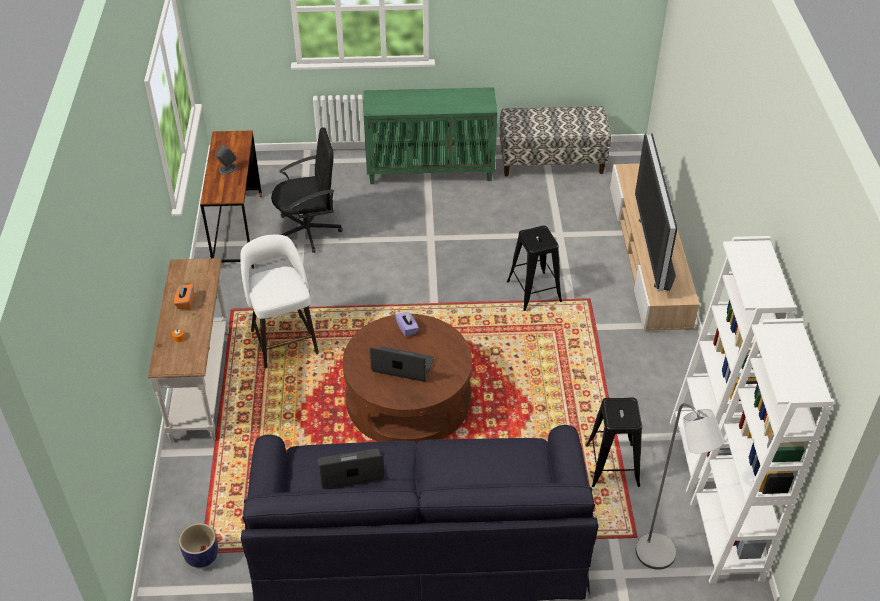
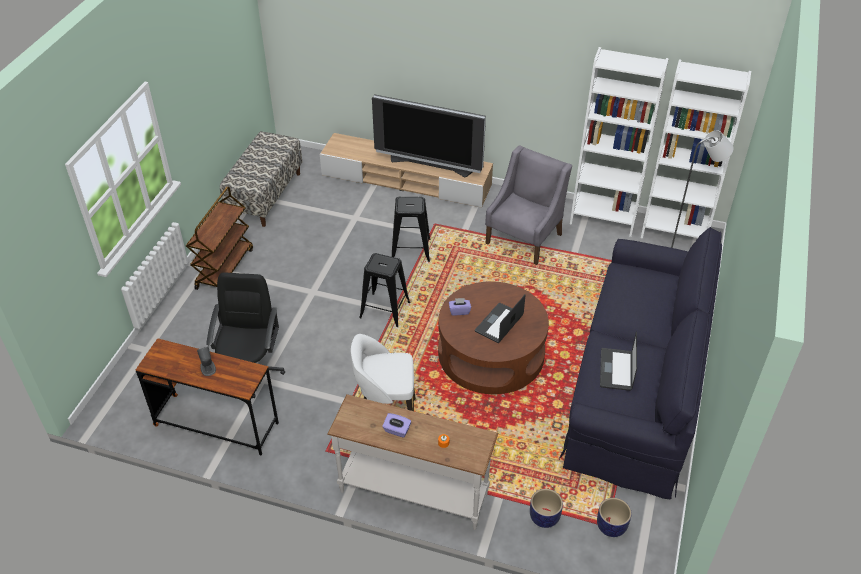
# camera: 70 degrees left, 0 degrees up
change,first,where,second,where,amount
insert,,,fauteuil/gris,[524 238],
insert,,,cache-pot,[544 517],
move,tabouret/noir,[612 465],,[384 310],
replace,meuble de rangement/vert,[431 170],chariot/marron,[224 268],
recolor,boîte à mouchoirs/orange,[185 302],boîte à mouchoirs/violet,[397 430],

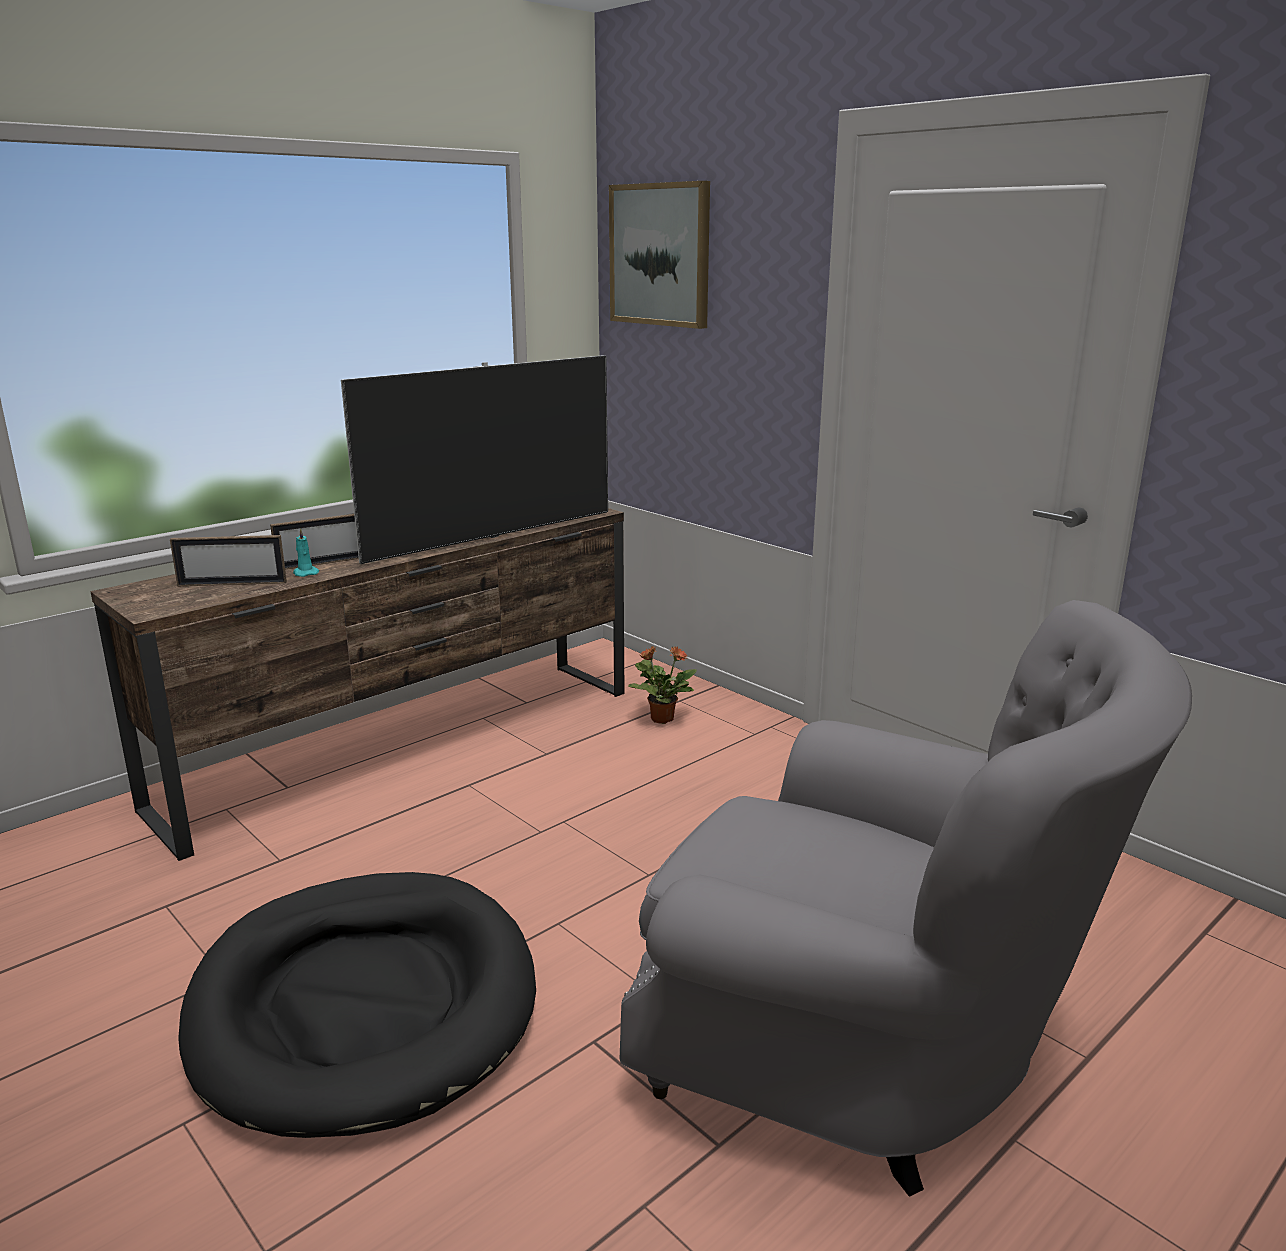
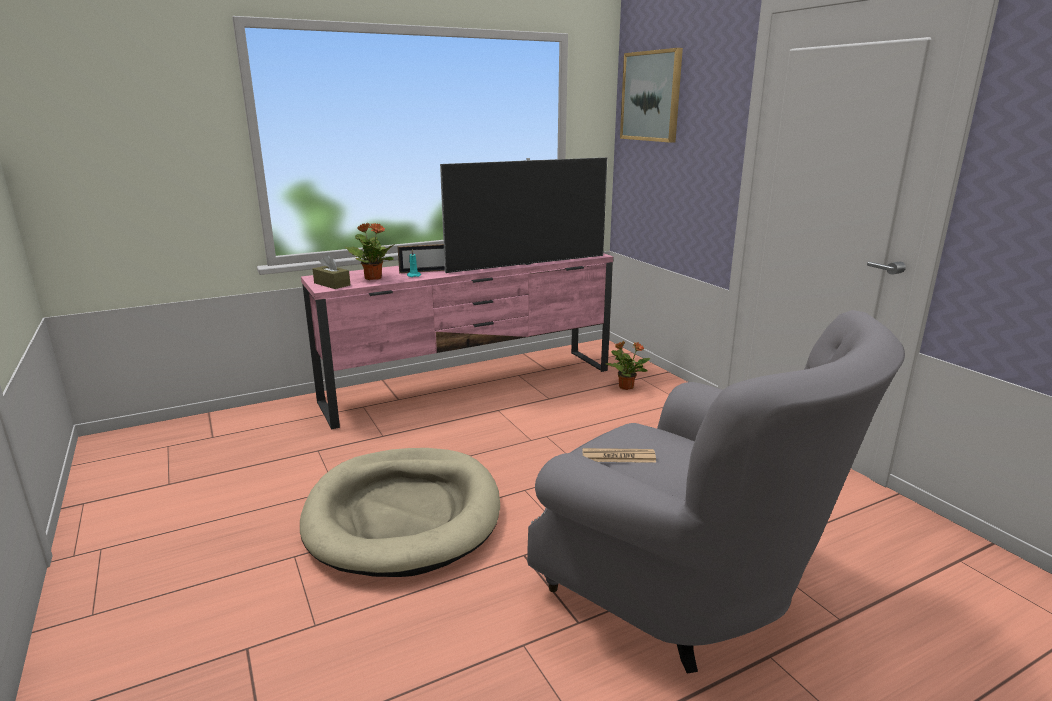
# camera: 15 degrees right, 0 degrees up
change,first,where,second,where,amount
insert,,,boîte à mouchoirs/marron,[332 284],
insert,,,journal,[618 456],
replace,cadre photo,[232 584],plante en pot,[373 278],
recolor,meuble télé/marron,[410 746],meuble télé/rose,[472 385],
recolor,panier pour chien/noir,[364 1004],panier pour chien/beige,[404 515],

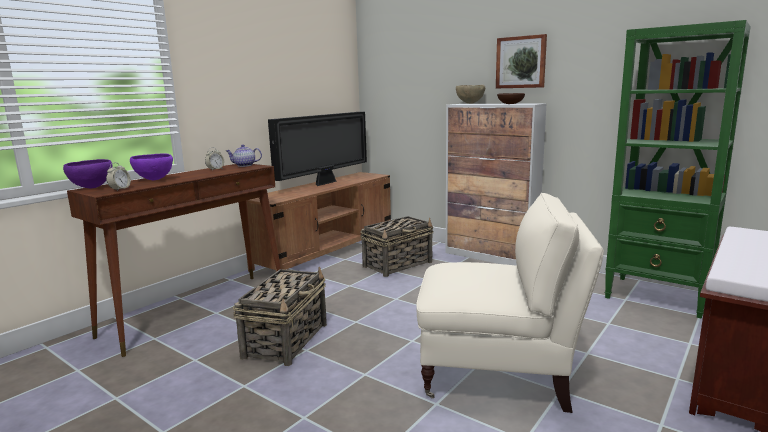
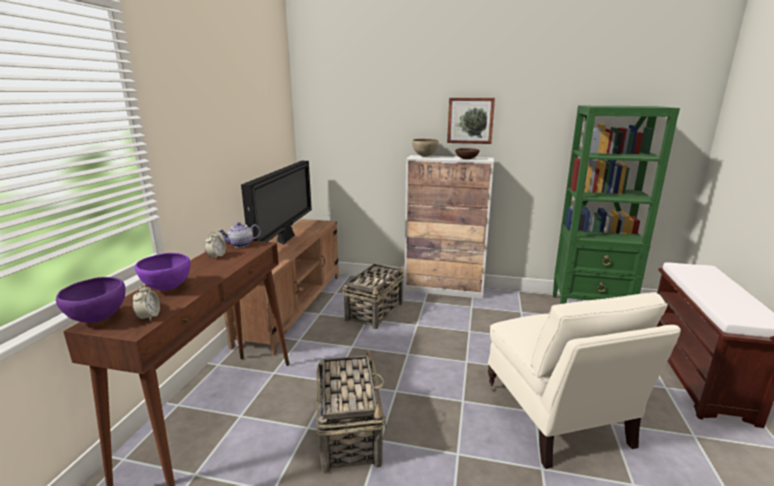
# camera: 25 degrees left, 5 degrees up
change,first,where,second,where,amount
rotate,fauteuil/beige,[499 373],,[557 418],90 degrees clockwise

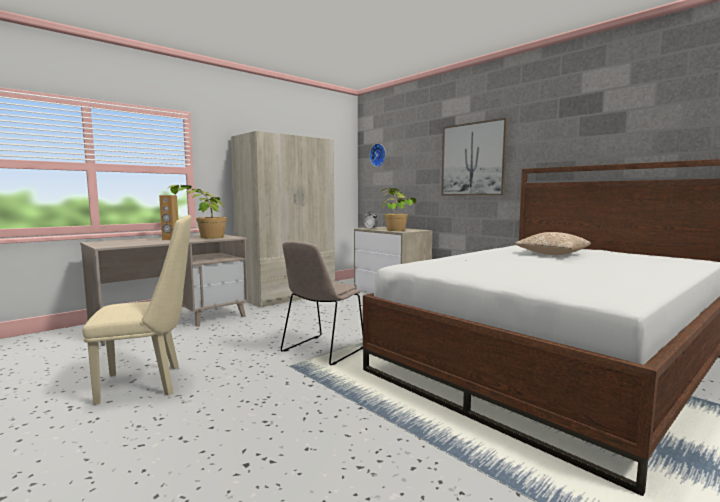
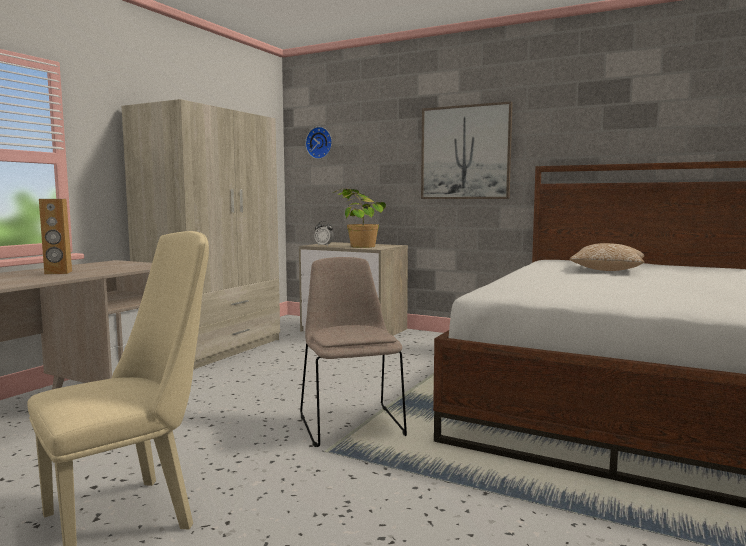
# camera: 20 degrees left, 0 degrees up
change,first,where,second,where,amount
delete,plante en pot,[202 237],,,
rotate,chaise/beige,[321 351],,[351 424],150 degrees clockwise

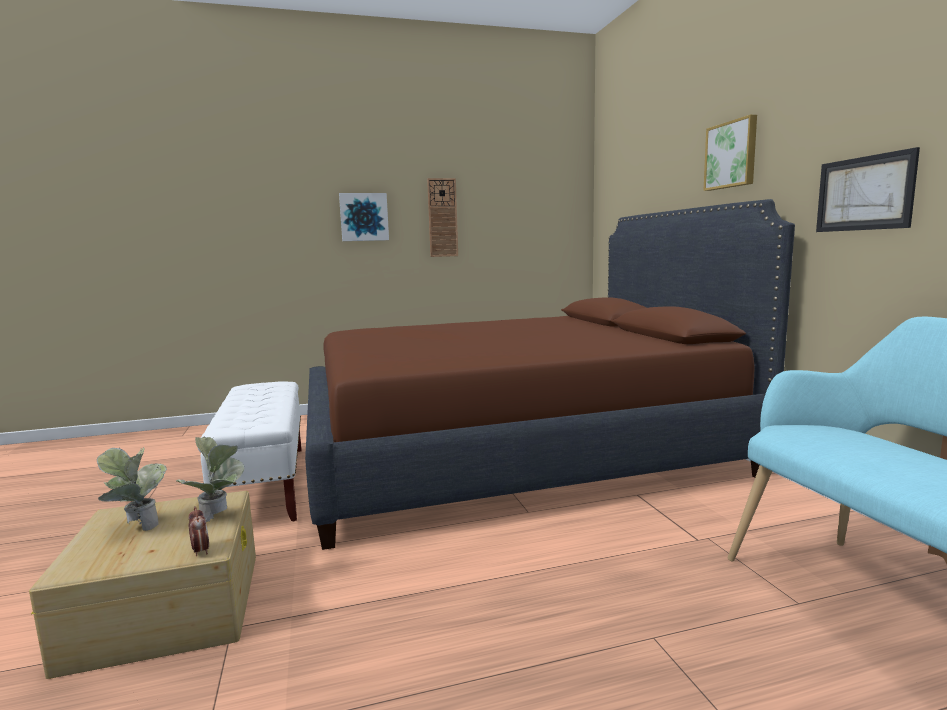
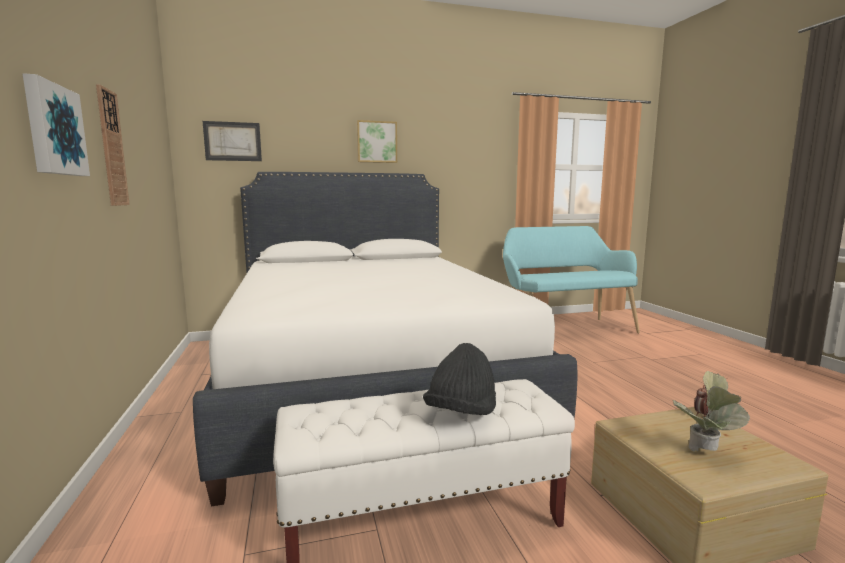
# camera: 90 degrees left, 0 degrees up
change,first,where,second,where,amount
delete,plante en pot,[219 518],,,
insert,,,chapeau/noir,[461 413],
move,tableau,[864 193],,[232 141],
recolor,lit/marron,[514 453],lit/blanc,[368 378],

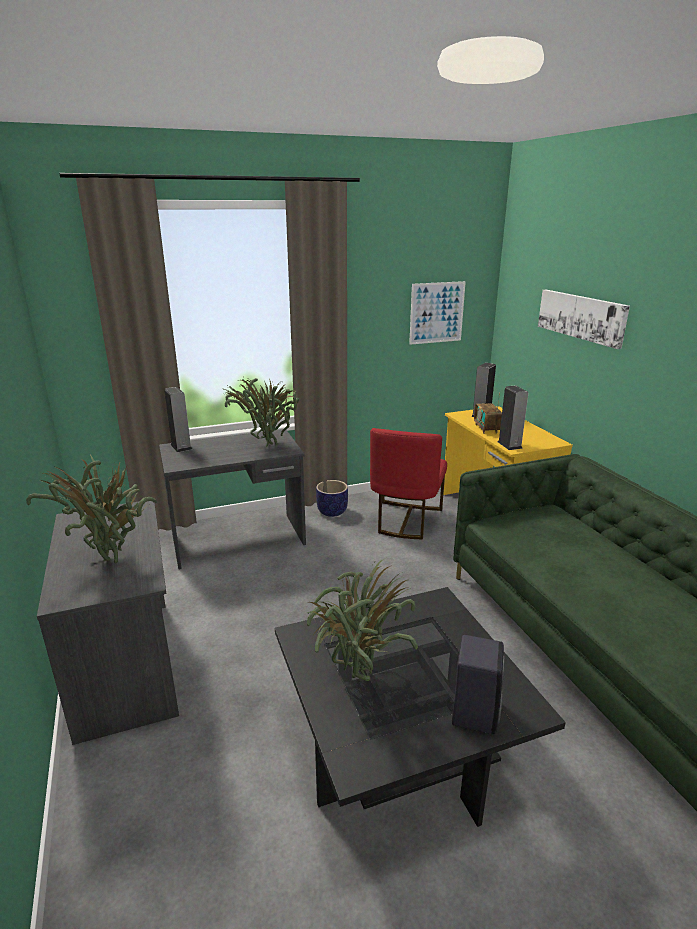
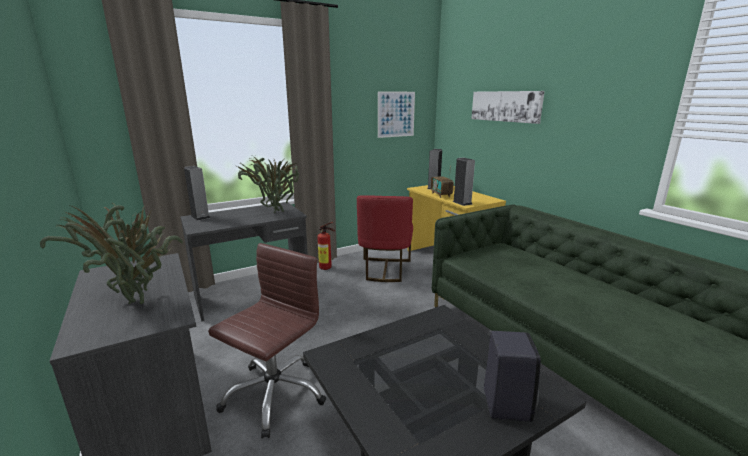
# camera: 10 degrees left, 5 degrees down
change,first,where,second,where,amount
delete,plante en pot,[357 679],,,
insert,,,chaise de bureau/marron,[274 394],
replace,cache-pot,[332 511],extincteur,[327 268],

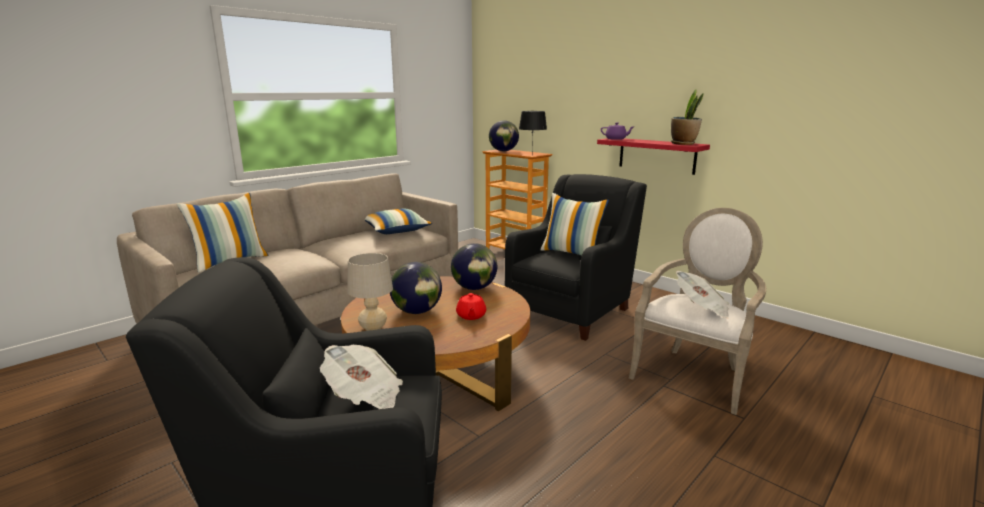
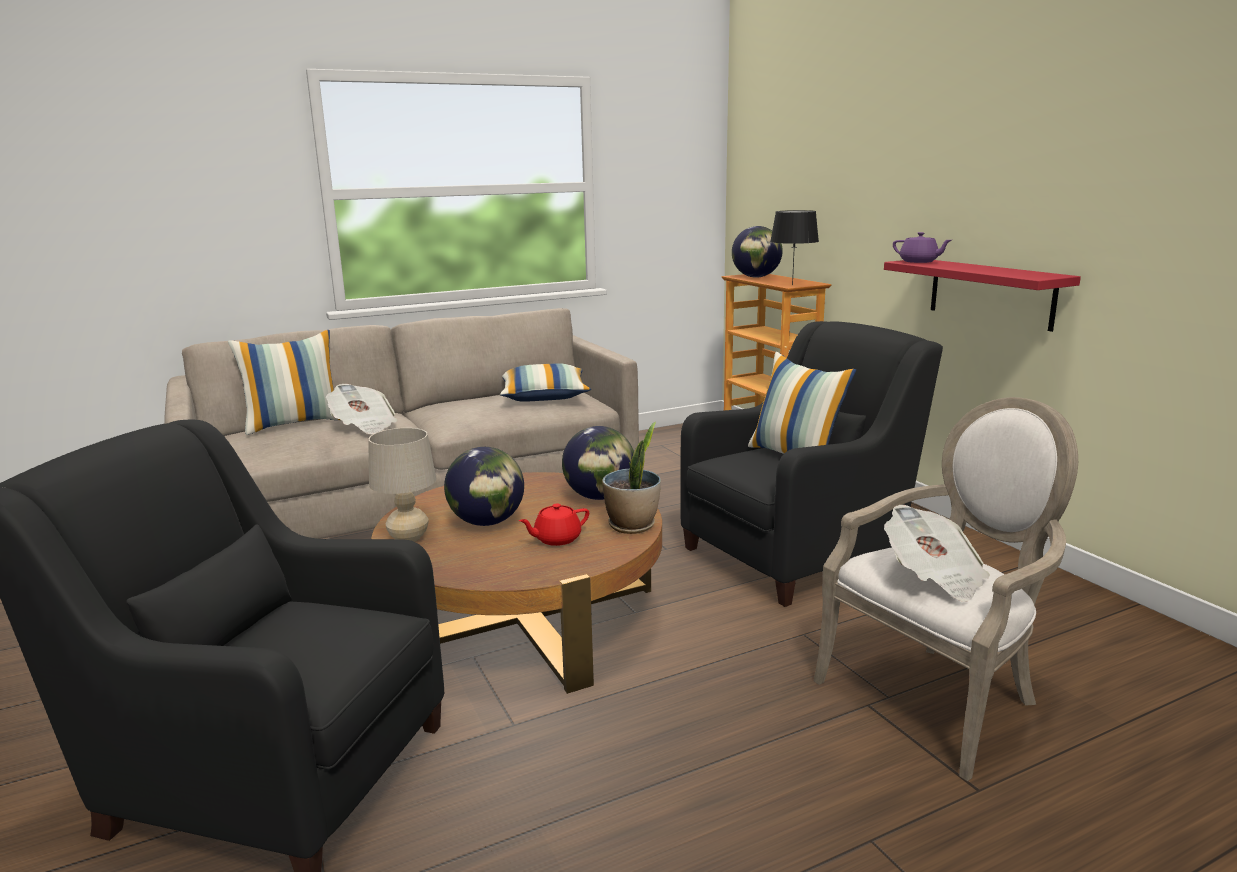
# camera: 20 degrees right, 0 degrees up
change,first,where,second,where,amount
move,journal,[365 395],,[364 426],
move,plante en pot,[683 143],,[632 526],
rotate,théière/rouge,[471 316],,[556 539],45 degrees clockwise

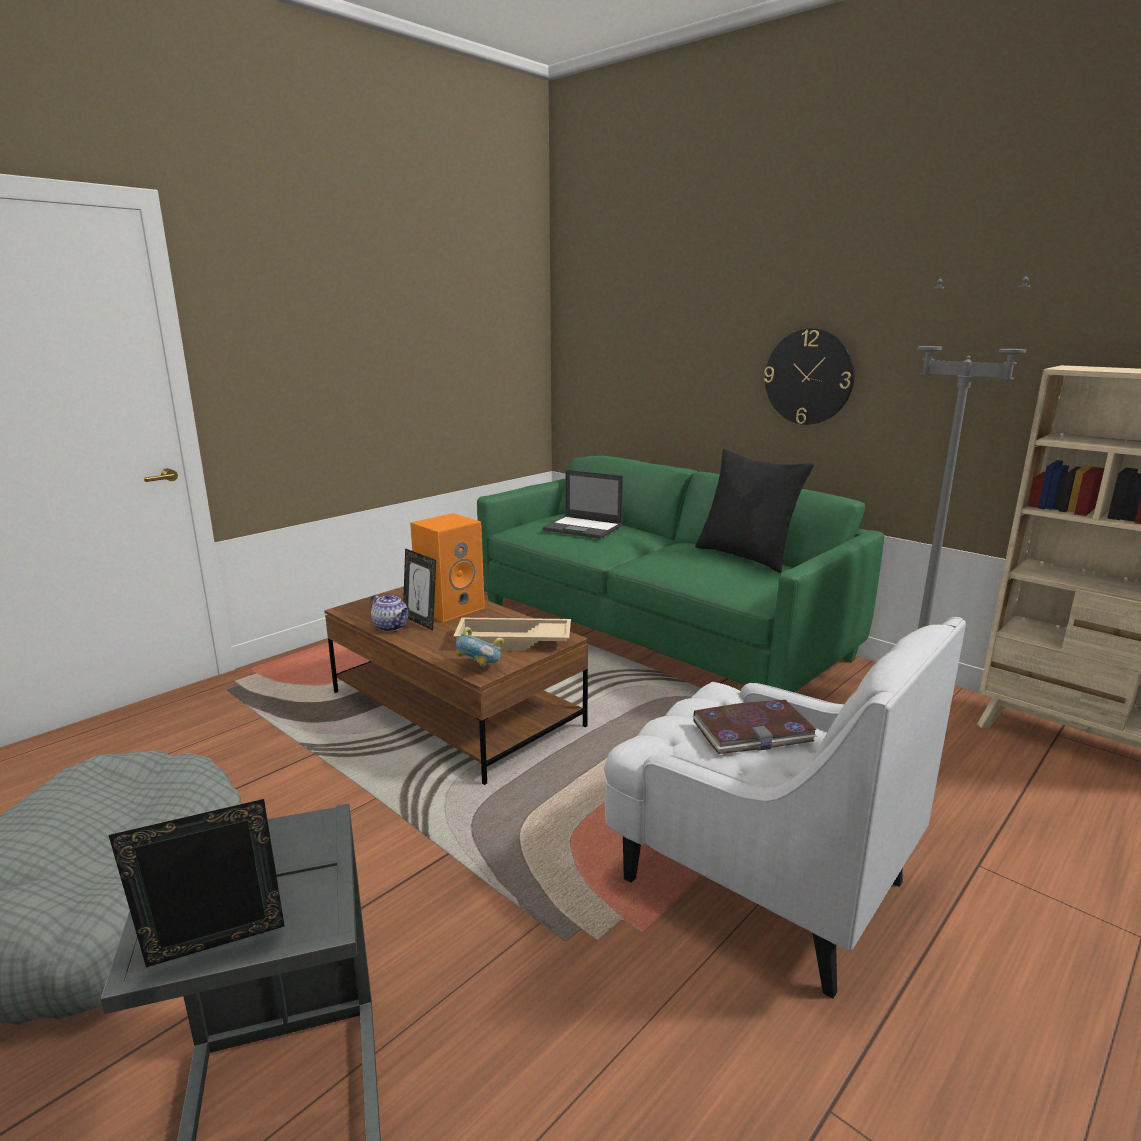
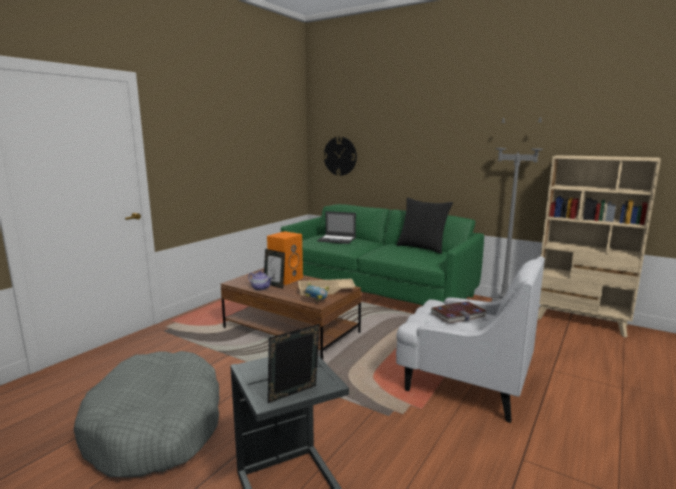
# camera: 10 degrees left, 5 degrees down
change,first,where,second,where,amount
move,horloge murale,[809 377],,[340 156],

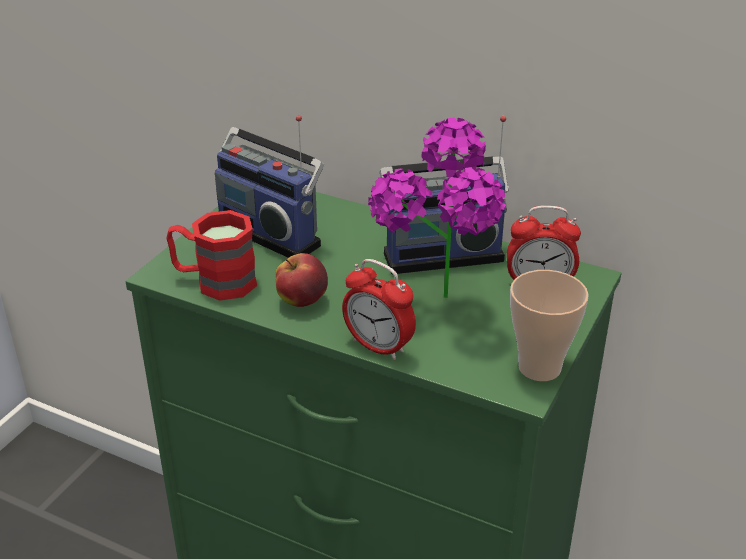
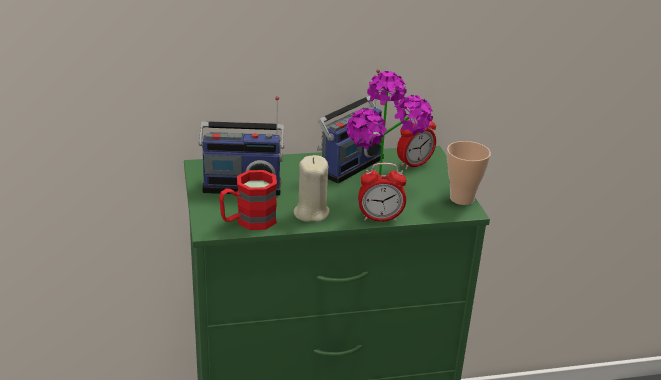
# camera: 40 degrees left, 5 degrees down
change,first,where,second,where,amount
replace,pomme,[302 301],bougie/beige,[311 213],

